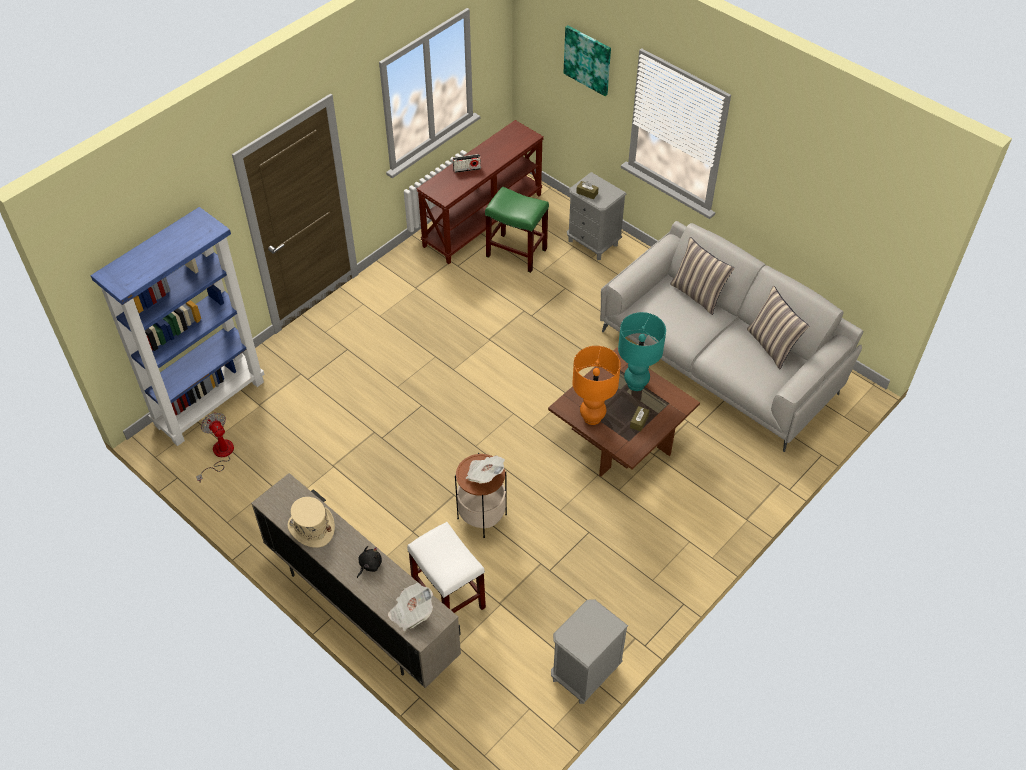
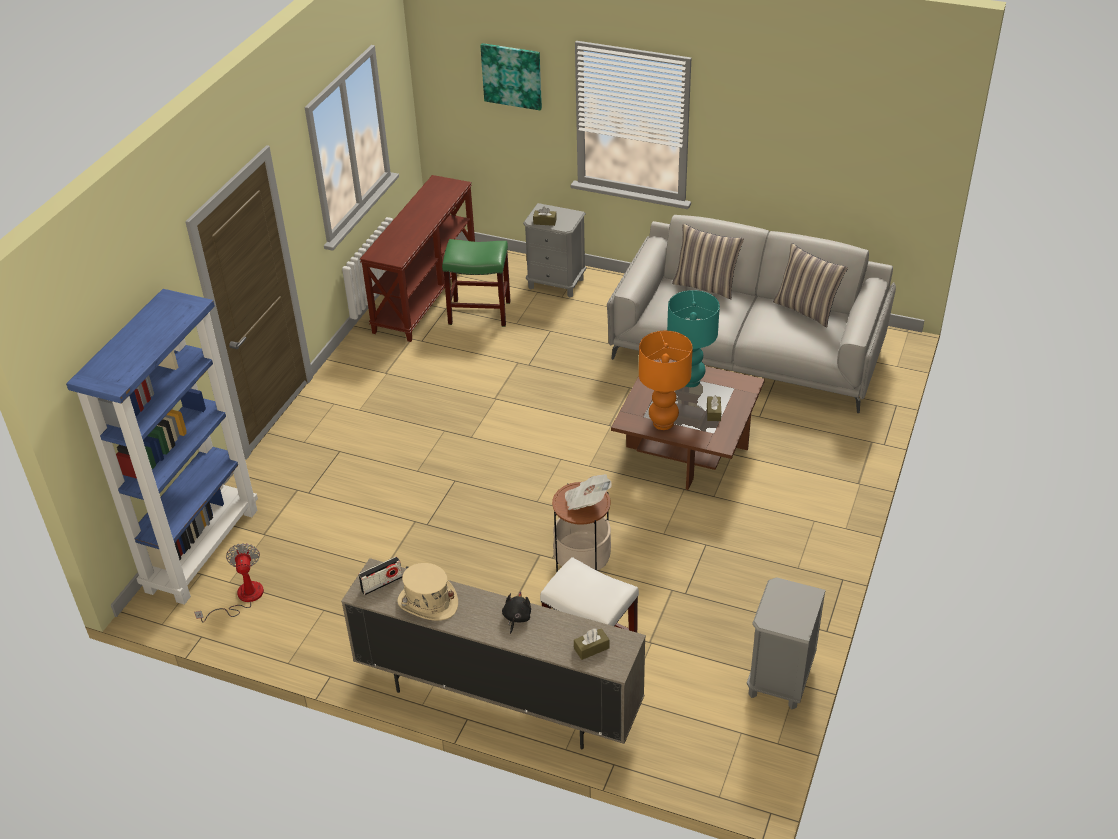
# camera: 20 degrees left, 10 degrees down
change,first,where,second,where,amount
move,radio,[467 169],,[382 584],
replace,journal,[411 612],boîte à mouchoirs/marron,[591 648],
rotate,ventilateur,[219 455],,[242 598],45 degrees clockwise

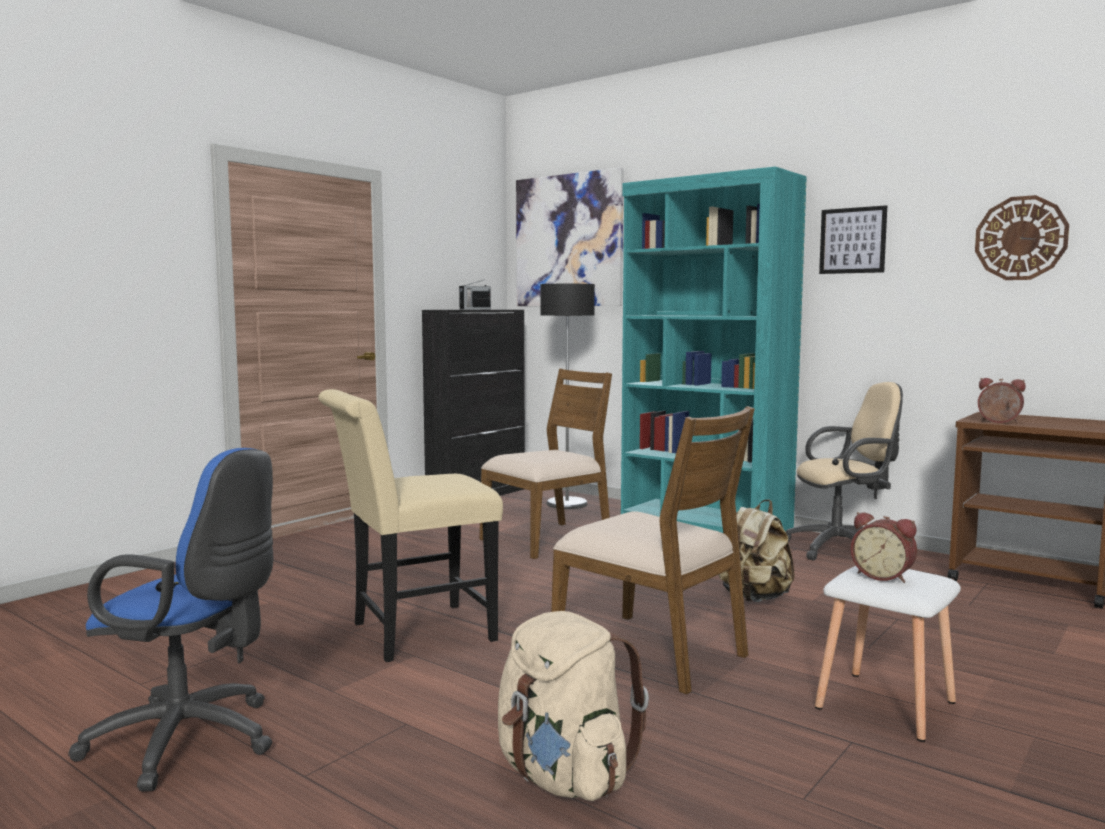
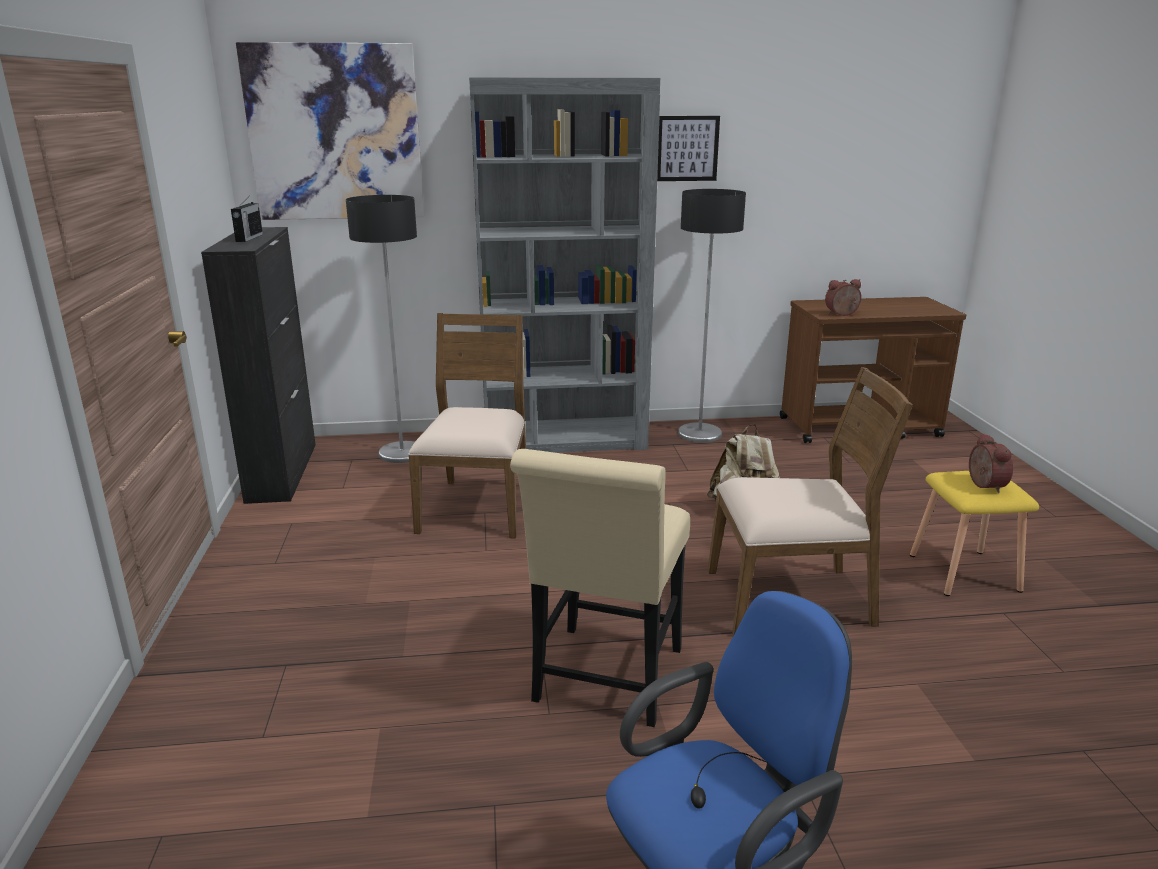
# camera: 45 degrees left, 15 degrees up
change,first,where,second,where,amount
delete,sac à dos/beige,[563 777],,,
delete,horloge murale,[1021 238],,,
replace,chaise de bureau/beige,[842 549],lampadaire,[700 434],
recolor,bibliothèque/turquoise,[704 524],bibliothèque/gris,[565 439],
recolor,tabouret/blanc,[885 704],tabouret/jaune,[962 572],
rotate,réveil,[883 576],,[983 485],90 degrees counterclockwise

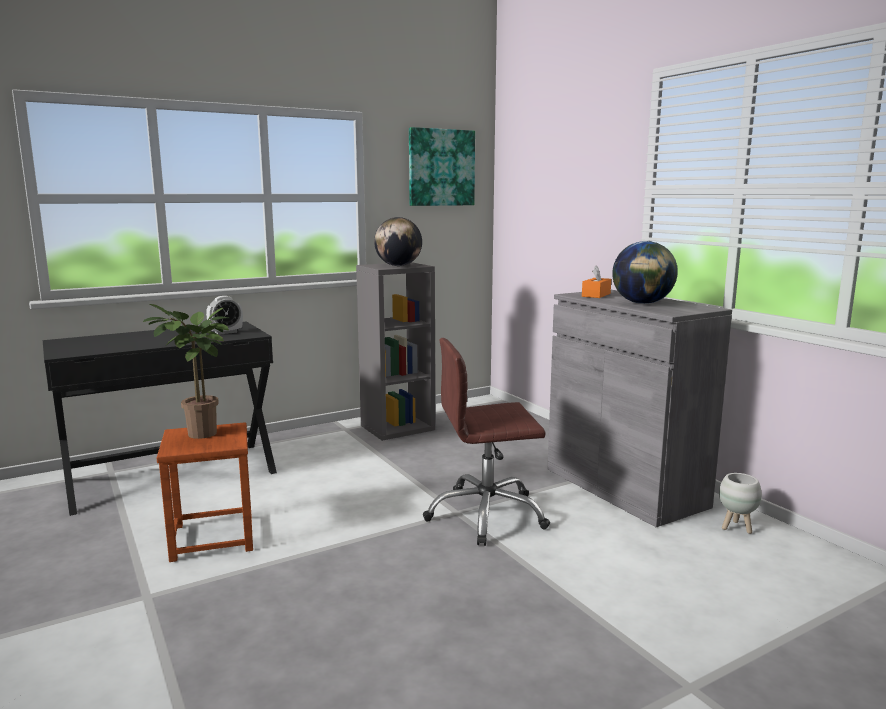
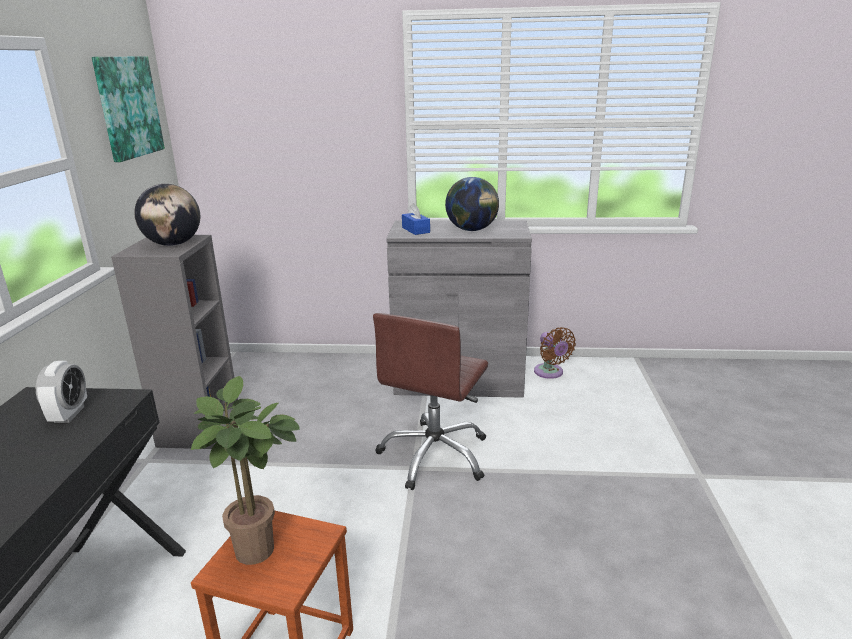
# camera: 55 degrees left, 10 degrees up
change,first,where,second,where,amount
replace,cache-pot/blanc,[736 528],ventilateur/marron,[550 373],
recolor,boîte à mouchoirs/orange,[596 295],boîte à mouchoirs/bleu,[416 230],

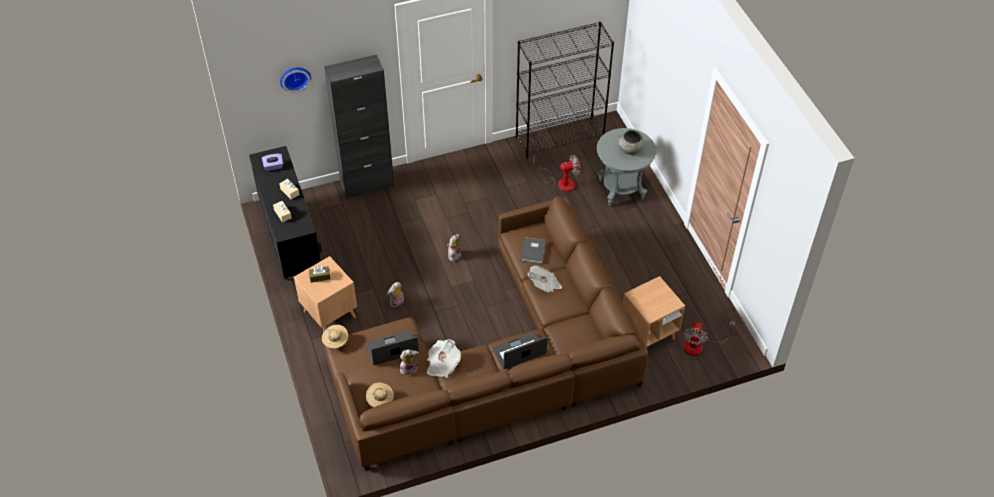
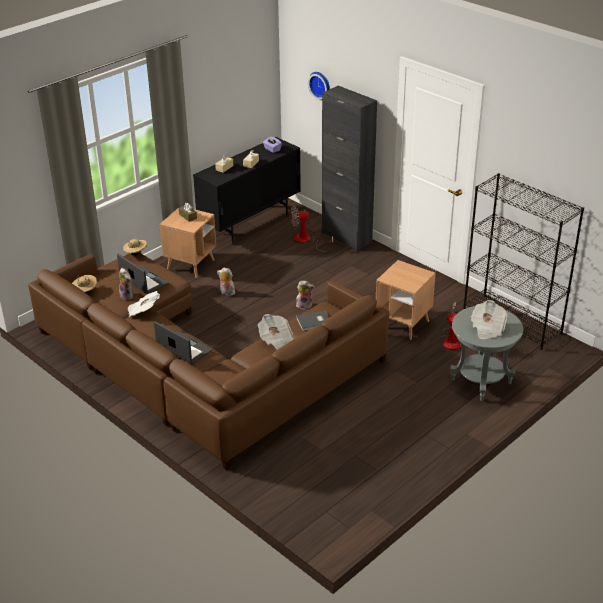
# camera: 65 degrees right, 15 degrees down
change,first,where,second,where,amount
move,table d'appoint/marron,[648 334],,[403 324],
move,ventilateur,[699 345],,[306 241],
replace,bol/gris,[630 150],journal,[487 328],

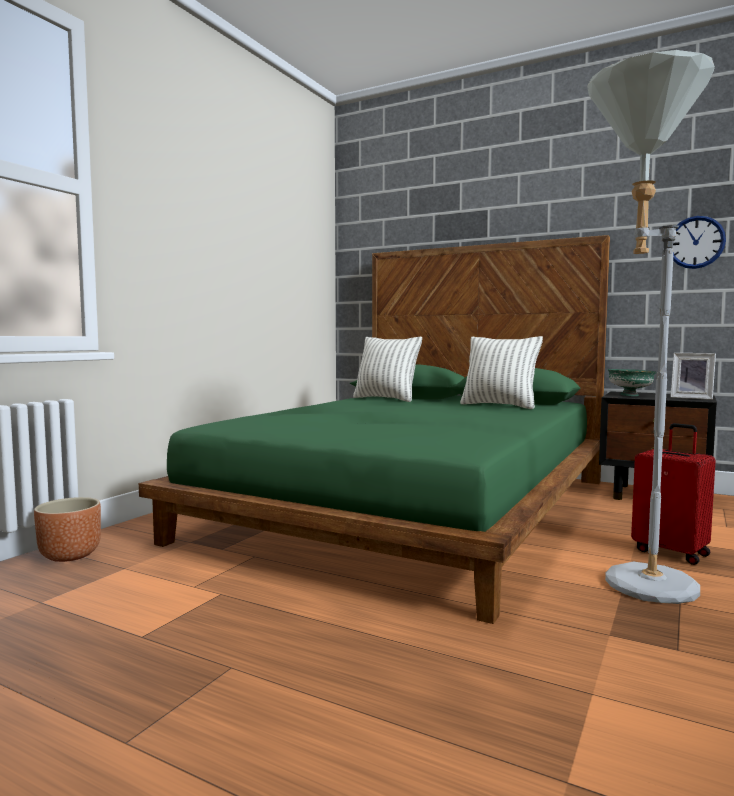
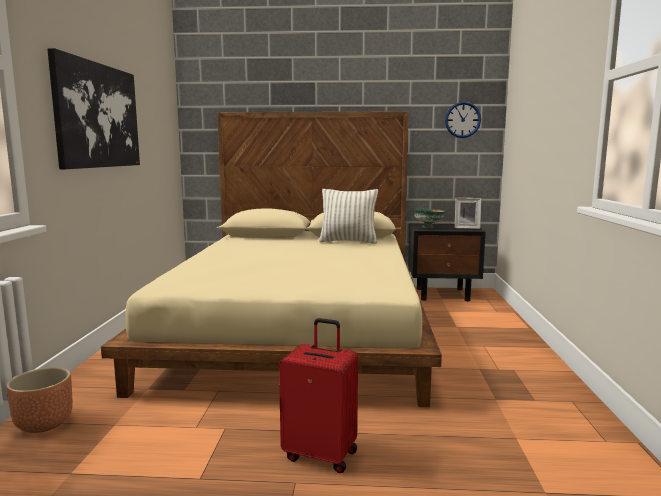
# camera: 25 degrees left, 5 degrees up
change,first,where,second,where,amount
delete,coussin,[386 399],,,
delete,lampadaire/gris,[632 586],,,
insert,,,tableau,[98 116],
move,valise/rouge,[671 552],,[321 454],
recolor,lit/vert,[414 508],lit/beige,[299 327],

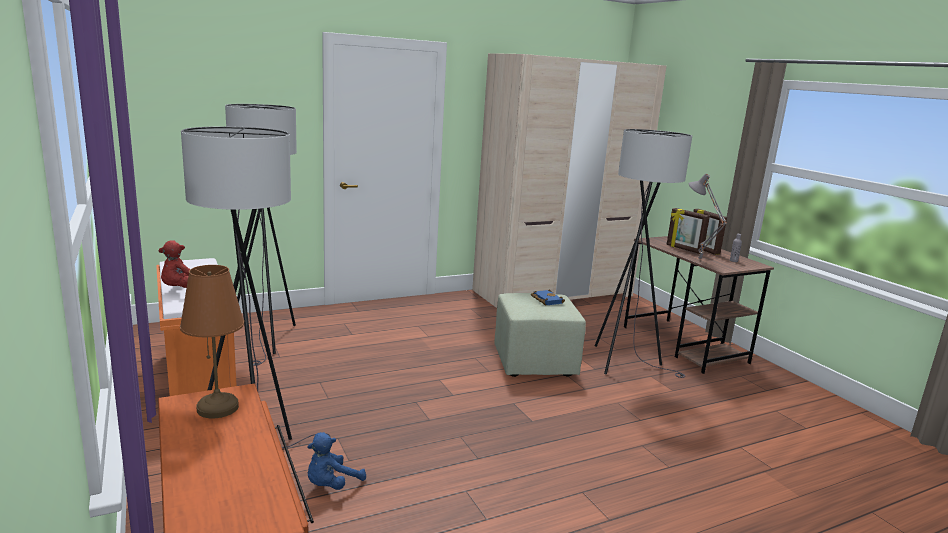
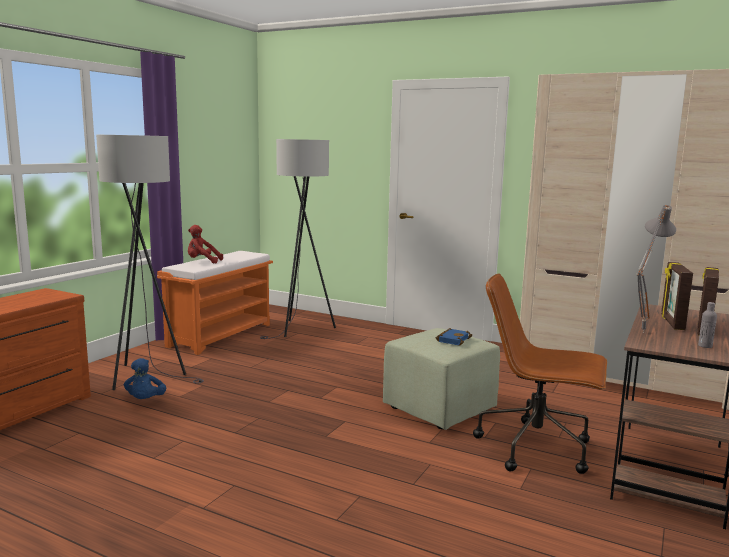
# camera: 55 degrees right, 5 degrees down
change,first,where,second,where,amount
delete,lampe de table/marron,[218 407],,,
replace,lampadaire/gris,[626 362],chaise de bureau/marron,[537 448],
rotate,peluche/bleu,[331 484],,[145 401],105 degrees counterclockwise

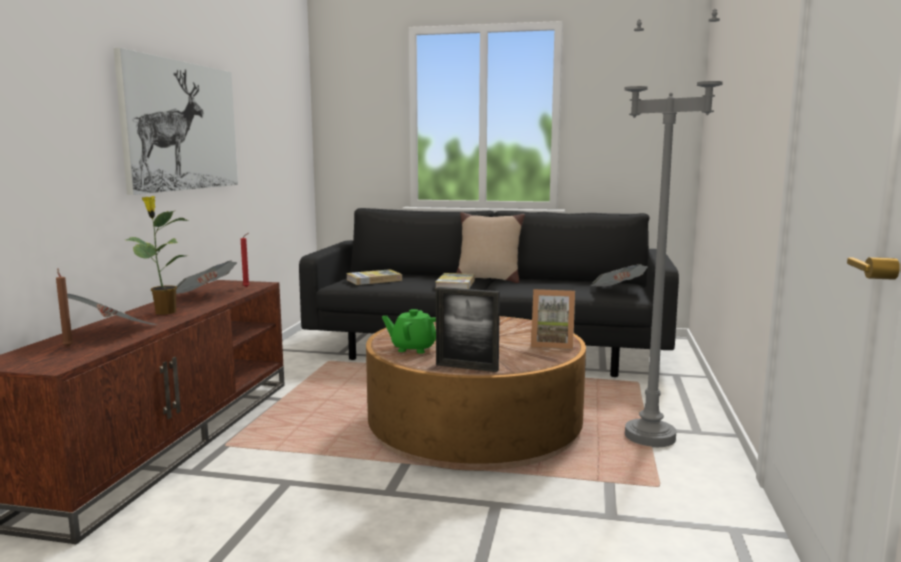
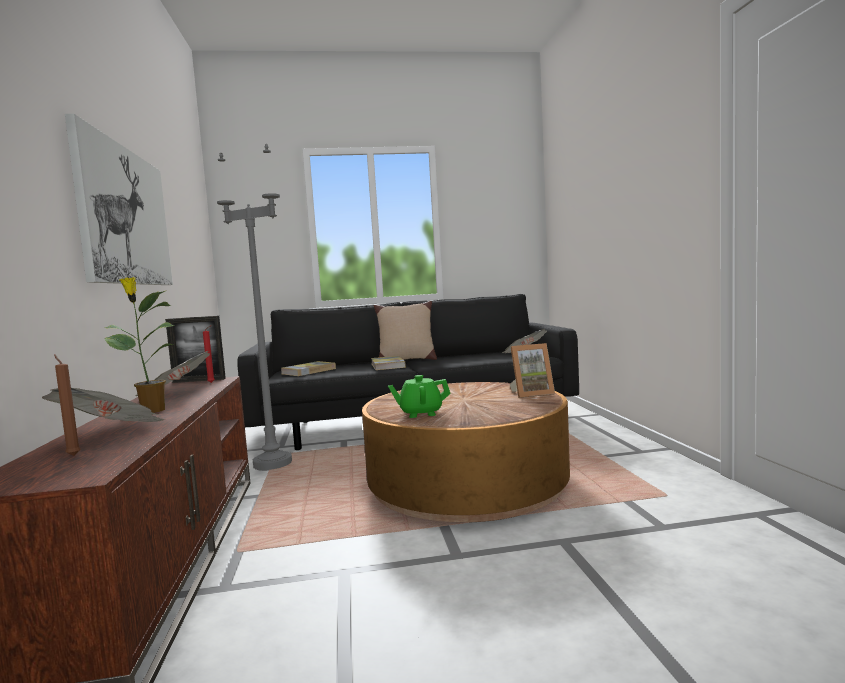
# camera: 20 degrees left, 5 degrees down
change,first,where,second,where,amount
move,cadre photo,[467 367],,[199 380],
move,lampadaire/gris,[650 436],,[273 463],

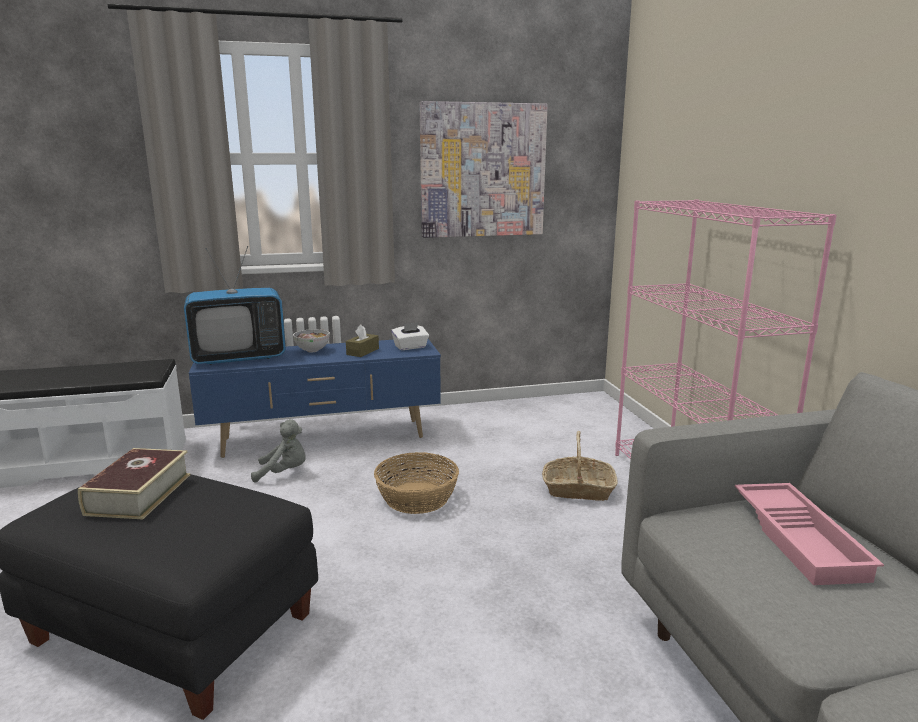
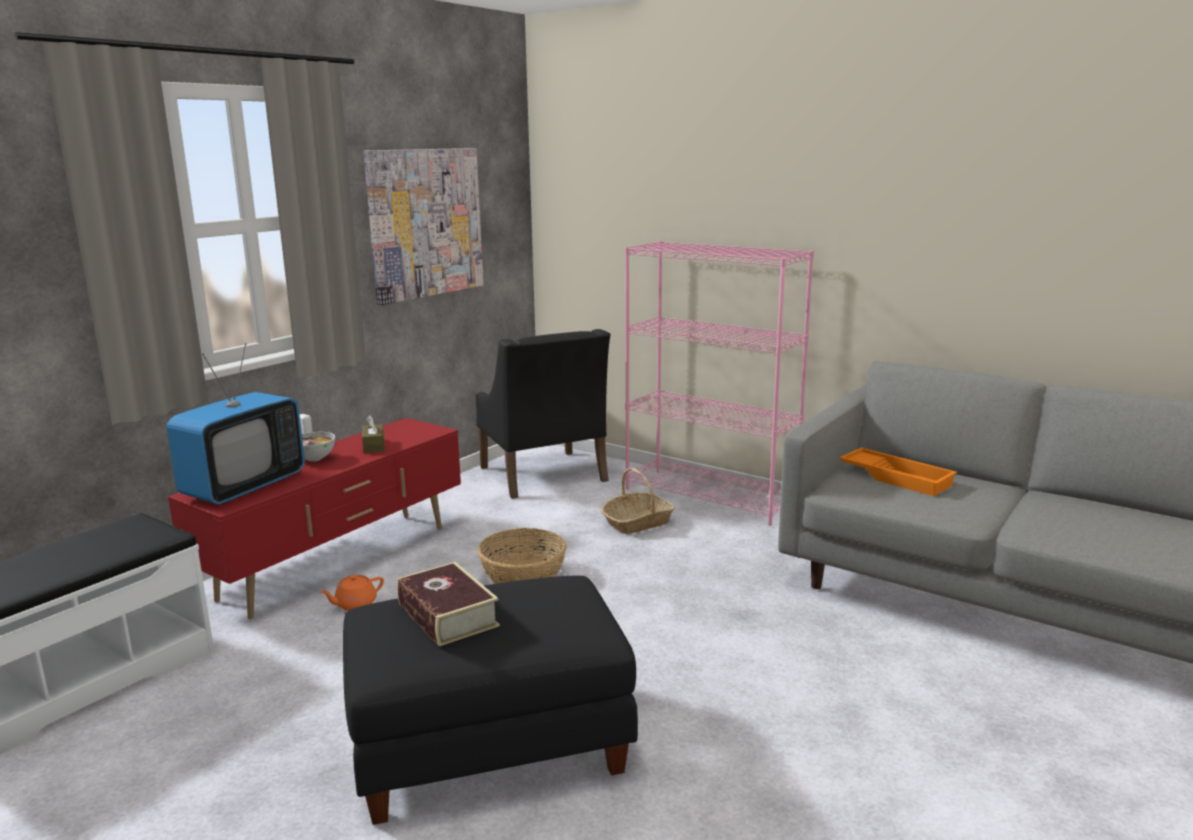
# camera: 40 degrees left, 0 degrees up
change,first,where,second,where,amount
delete,boîte à mouchoirs/blanc,[410 347],,,
insert,,,fauteuil/noir,[543 474],
replace,peluche/gris,[284 473],théière/orange,[355 605],
recolor,meuble télé/bleu,[325 439],meuble télé/rouge,[339 562],
recolor,plateau/rose,[801 539],plateau/orange,[897 477],

